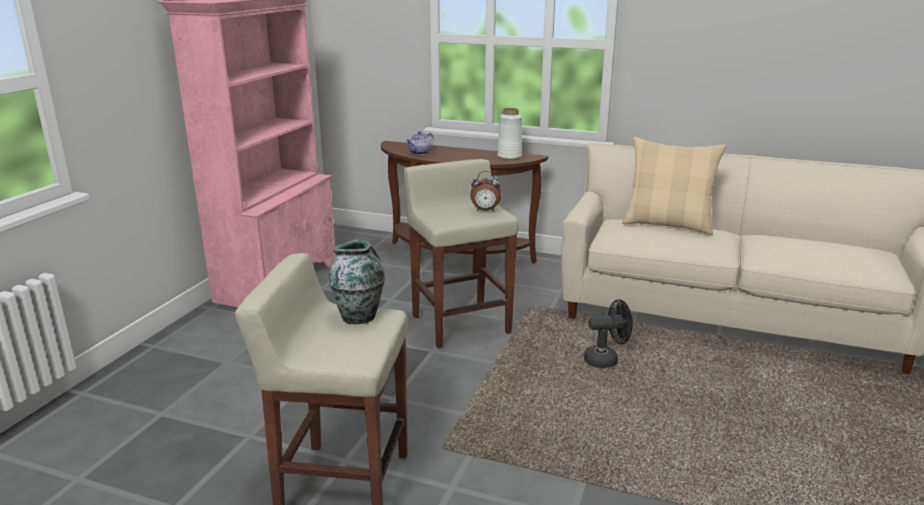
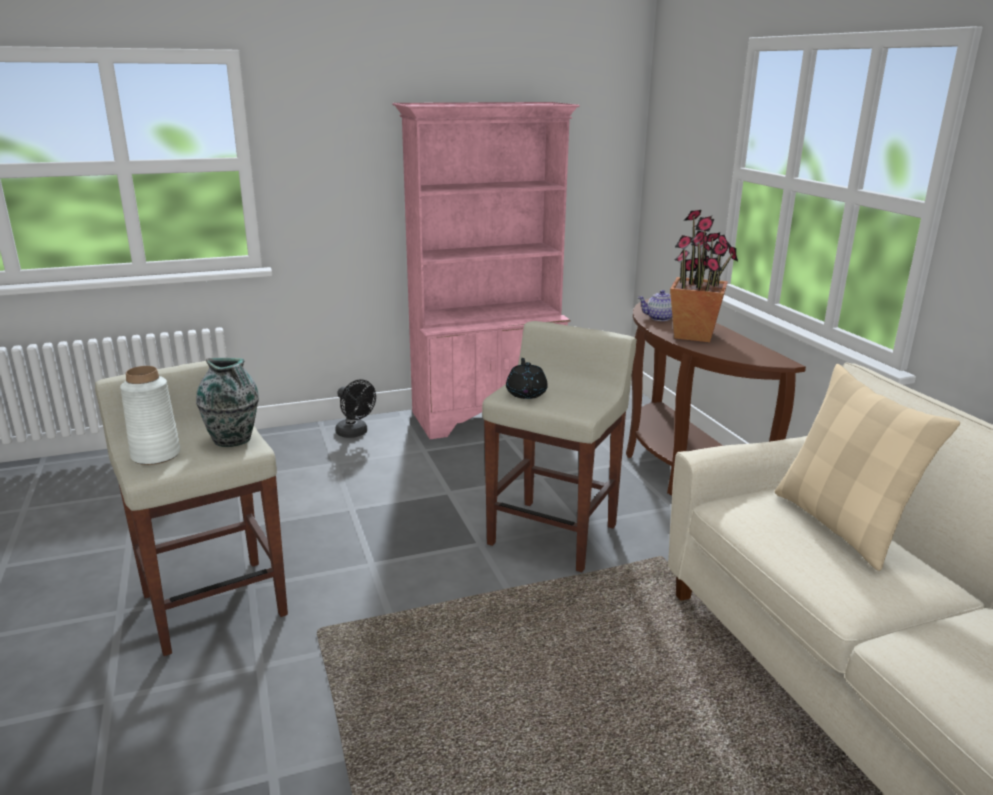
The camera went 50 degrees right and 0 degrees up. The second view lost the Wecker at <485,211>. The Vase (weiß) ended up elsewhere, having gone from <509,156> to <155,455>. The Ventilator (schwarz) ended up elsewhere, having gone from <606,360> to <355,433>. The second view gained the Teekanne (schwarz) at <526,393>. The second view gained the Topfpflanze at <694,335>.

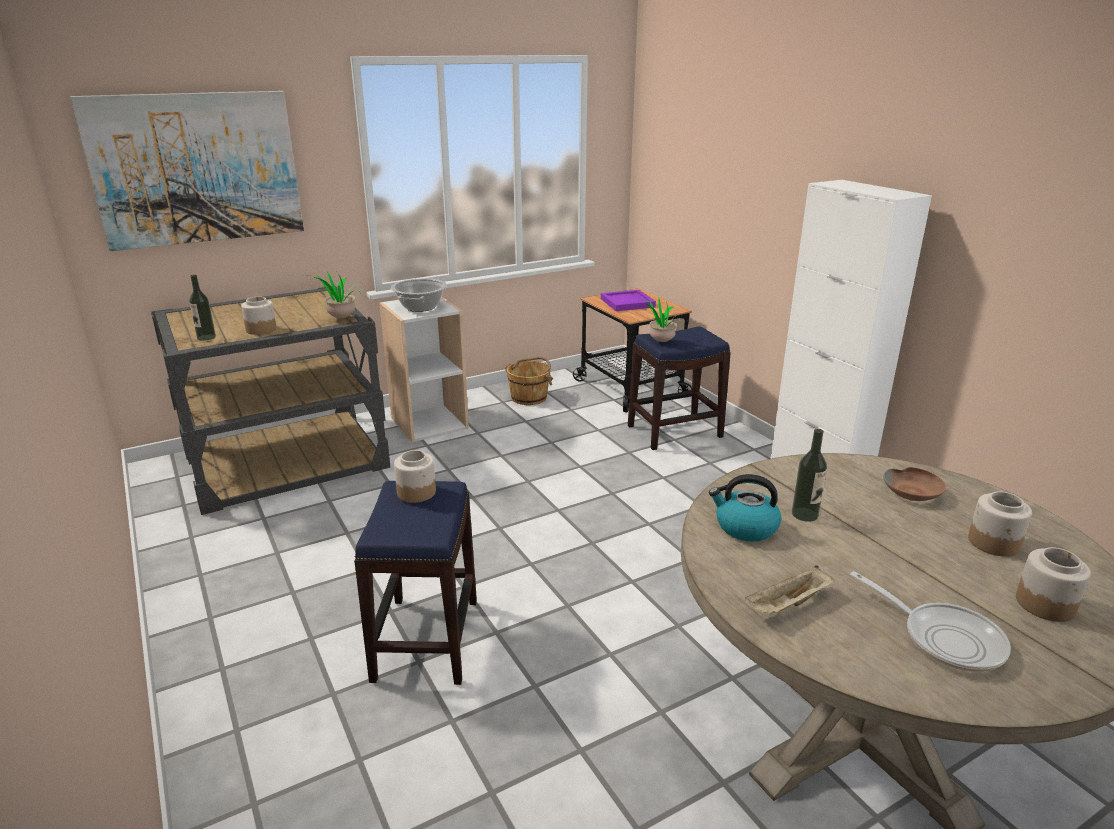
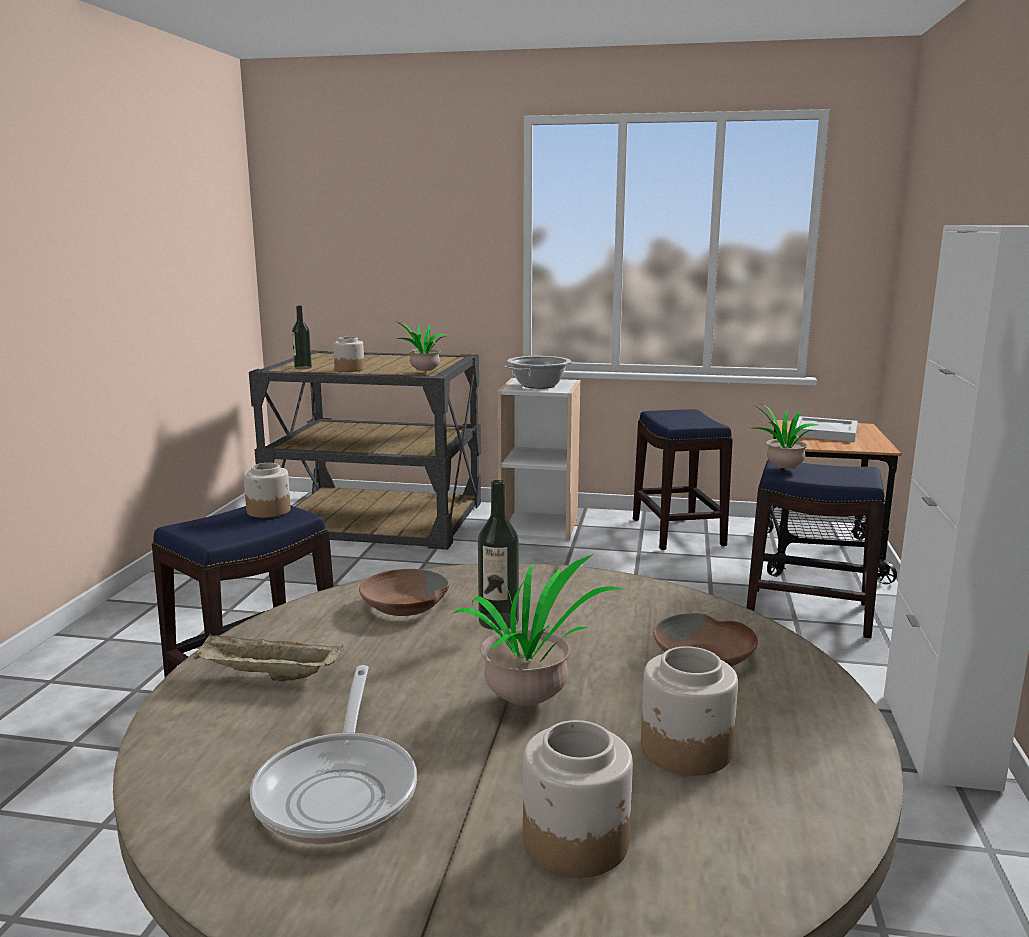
The camera went 40 degrees right and 10 degrees down. The second view lost the Bild at <197,169>. Where the Eimer (braun) stood at <529,397>, the Hocker came to stand at <678,532>. What was the Tablett (lila) at <628,302> turned into the Tablett (weiß) at <825,432>. Where the Wasserkessel stood at <745,527>, the Schüssel (braun) came to stand at <403,605>. The second view gained the Topfpflanze at <533,702>.

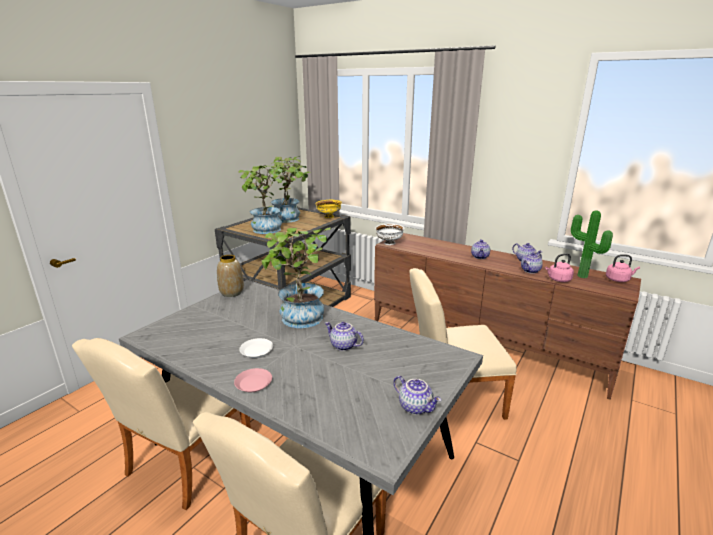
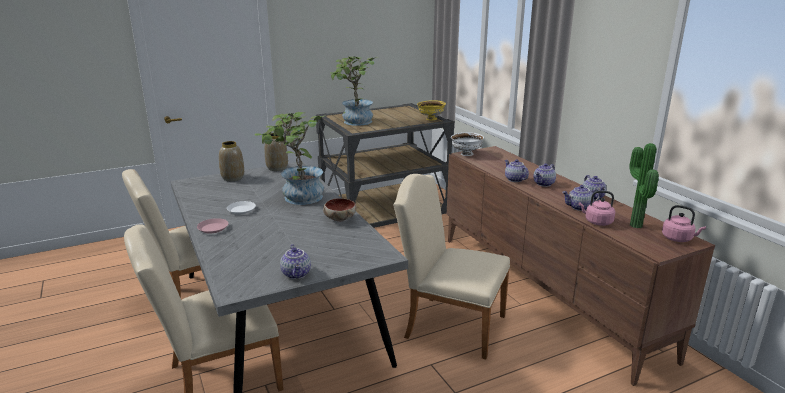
The camera went 30 degrees right and 0 degrees up. The second view lost the Topfpflanze at <290,219>. The Teekanne ended up elsewhere, having gone from <343,346> to <514,179>. The second view gained the Vase at <232,178>. The second view gained the Schüssel at <339,218>.

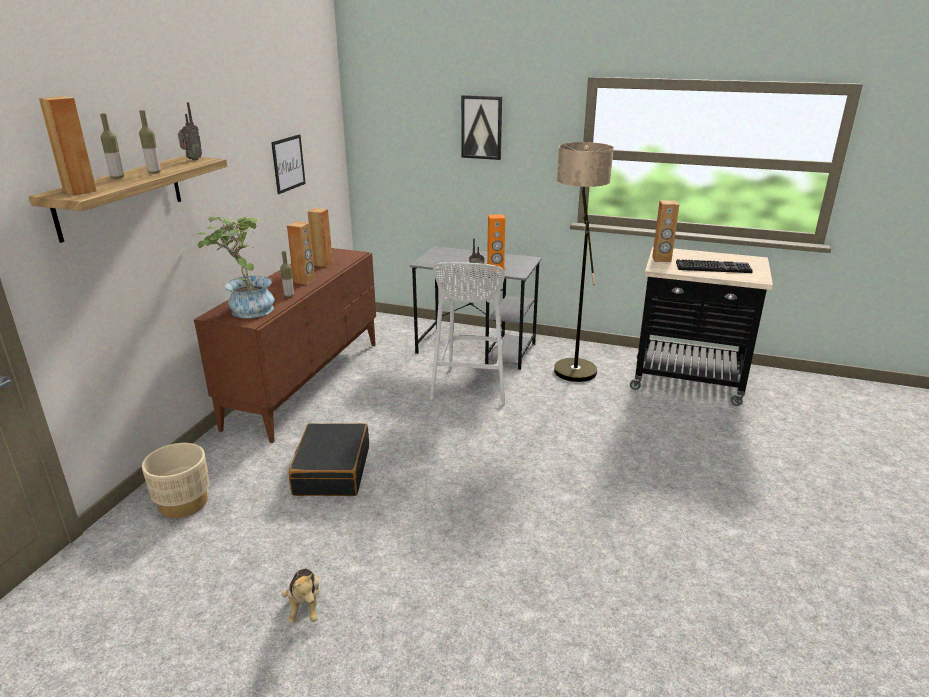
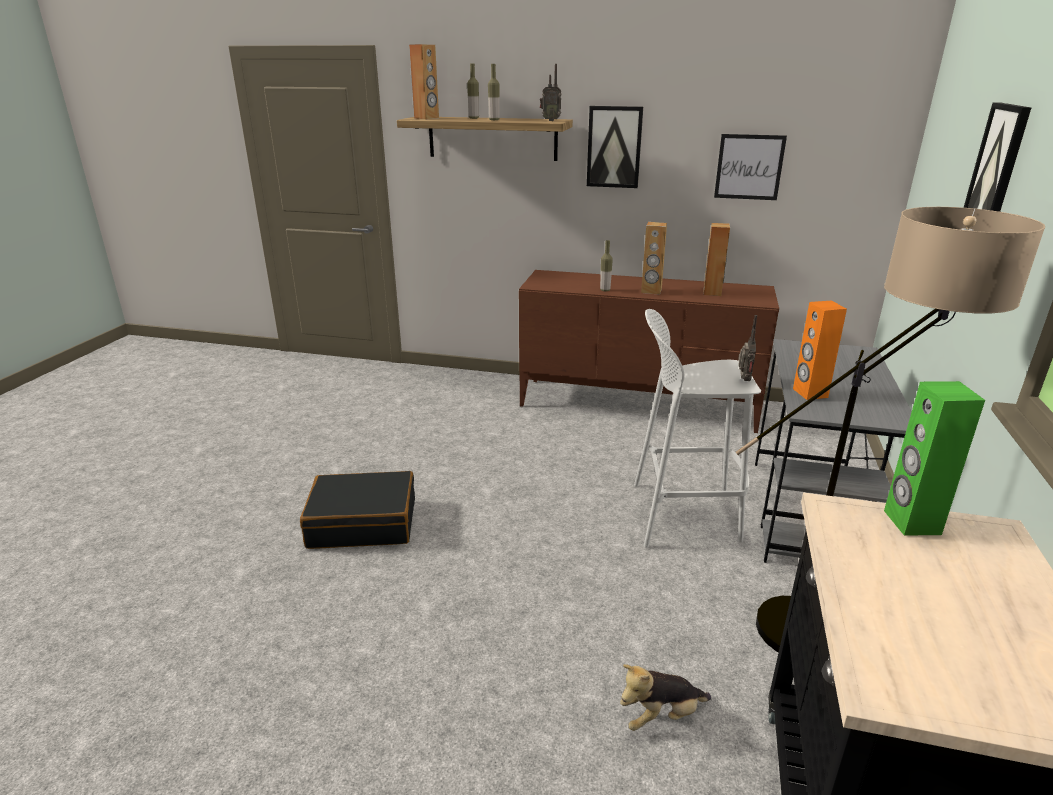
The camera went 85 degrees right and 0 degrees up. The second view lost the Pflanzkübel (beige) at <183,503>. The second view lost the Topfpflanze at <245,310>. The Plüschtier ended up elsewhere, having gone from <305,606> to <660,716>. The Koffer (schwarz) ended up elsewhere, having gone from <331,470> to <363,523>. What was the Lautsprecher (braun) at <661,259> turned into the Lautsprecher (grün) at <911,522>. The second view lost the Tastatur at <713,267>. The second view gained the Bild at <614,147>.

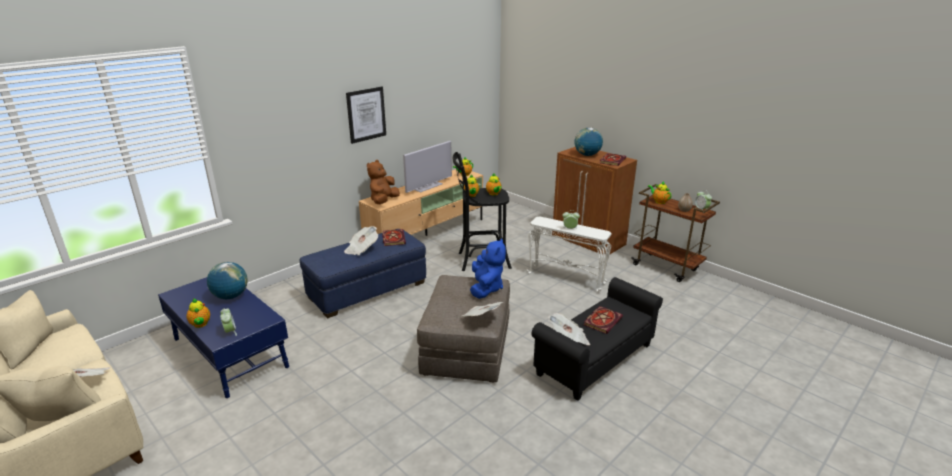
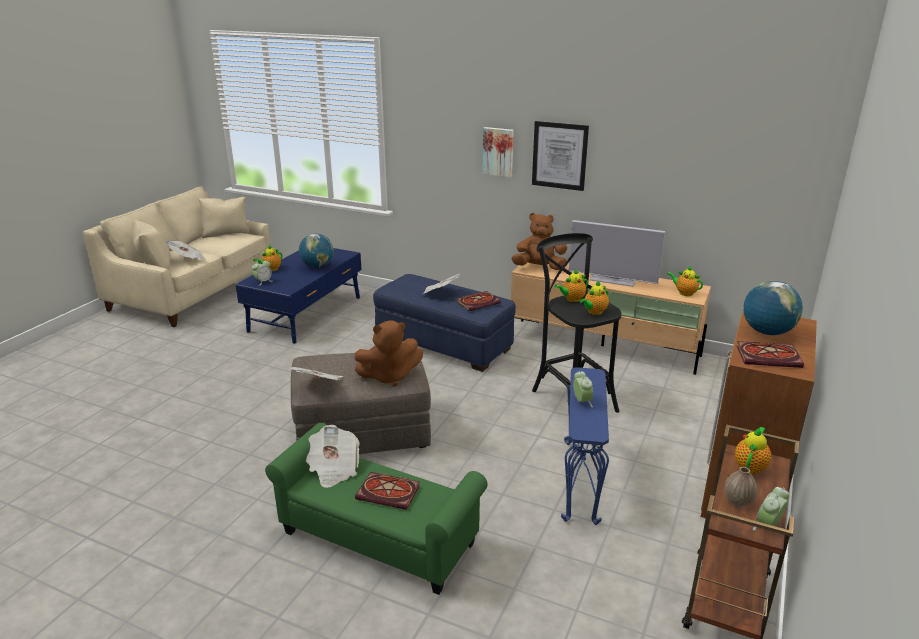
The camera went 70 degrees right and 0 degrees up. What was the Plüschtier (blau) at <486,288> turned into the Plüschtier (braun) at <389,376>. What was the Beistelltisch (weiß) at <565,279> turned into the Beistelltisch (blau) at <580,481>. What was the Polsterhocker (schwarz) at <594,359> turned into the Polsterhocker (grün) at <379,538>. The second view gained the Bild at <498,151>.

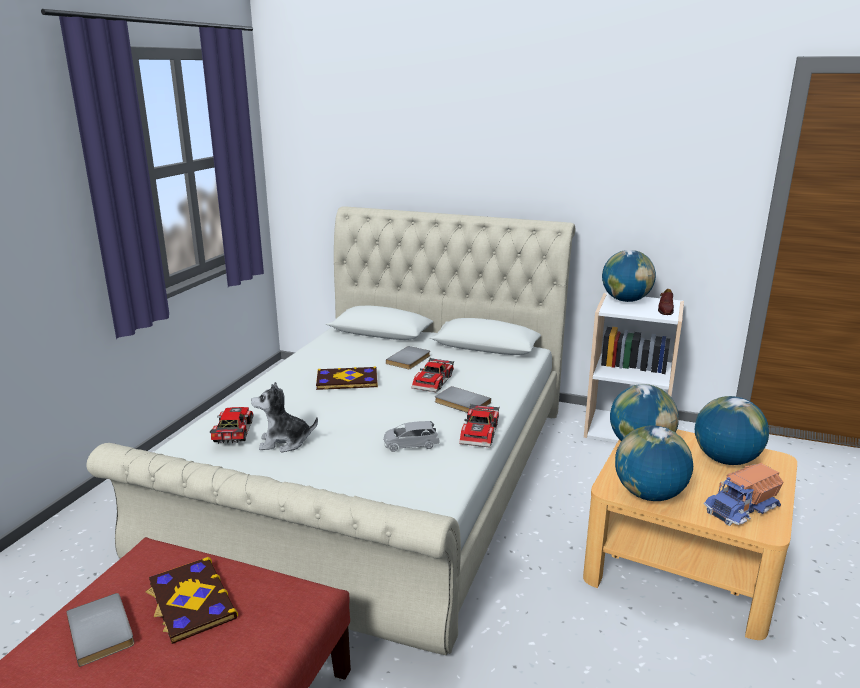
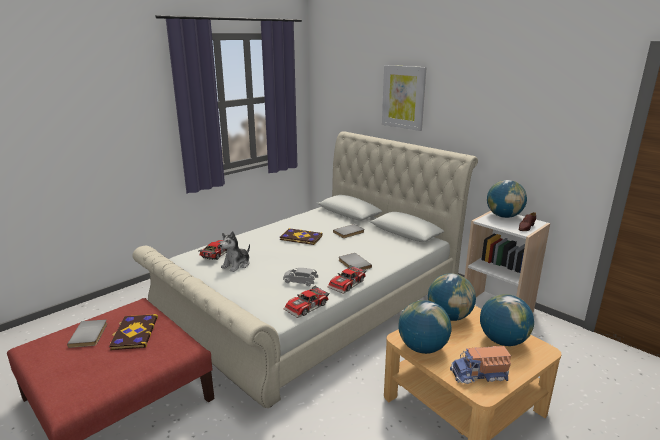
The camera went 25 degrees right and 0 degrees up. The Plüschtier at <284,442> ended up facing another way, 75 degrees counterclockwise from before. The Spielzeugauto ended up elsewhere, having gone from <434,381> to <307,307>. The second view gained the Bild at <403,97>.

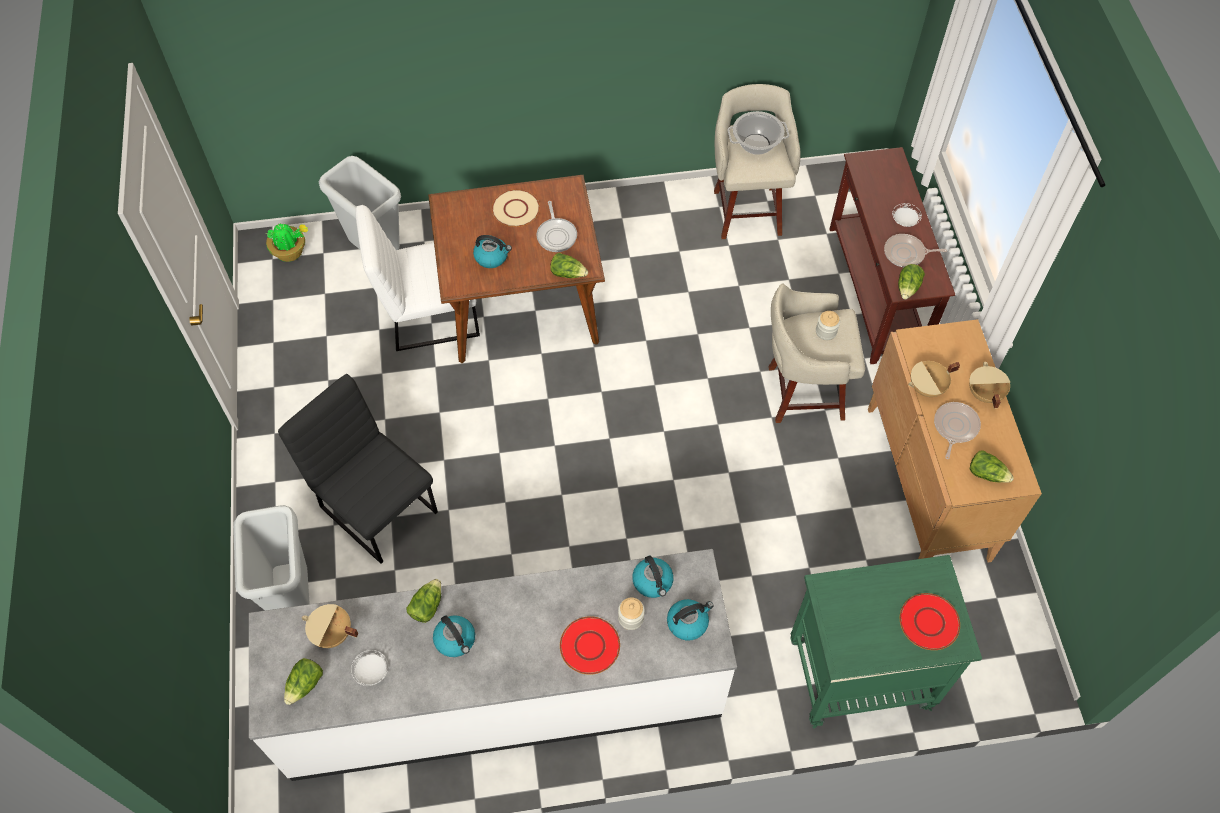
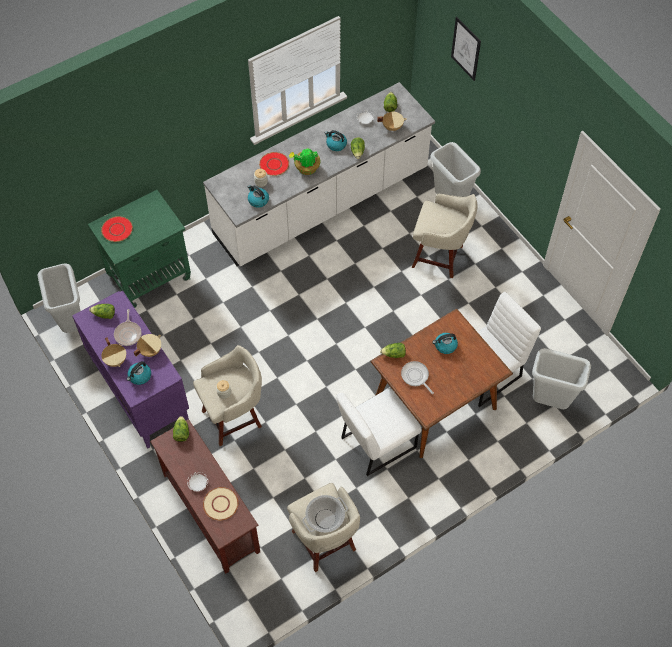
The camera went 155 degrees right and 0 degrees up. The Topfpflanze ended up elsewhere, having gone from <291,252> to <306,169>. Where the Stuhl (schwarz) stood at <376,506>, the Hocker (beige) came to stand at <440,258>. The Teller (beige) ended up elsewhere, having gone from <516,209> to <220,504>. The Wasserkessel ended up elsewhere, having gone from <688,622> to <139,376>. What was the Schrank (braun) at <927,483> turned into the Schrank (lila) at <140,391>. The second view lost the Pfanne at <906,254>. The second view gained the Mülleimer (grau) at <73,323>. The second view gained the Stuhl (weiß) at <376,443>. The second view gained the Bild at <466,48>.

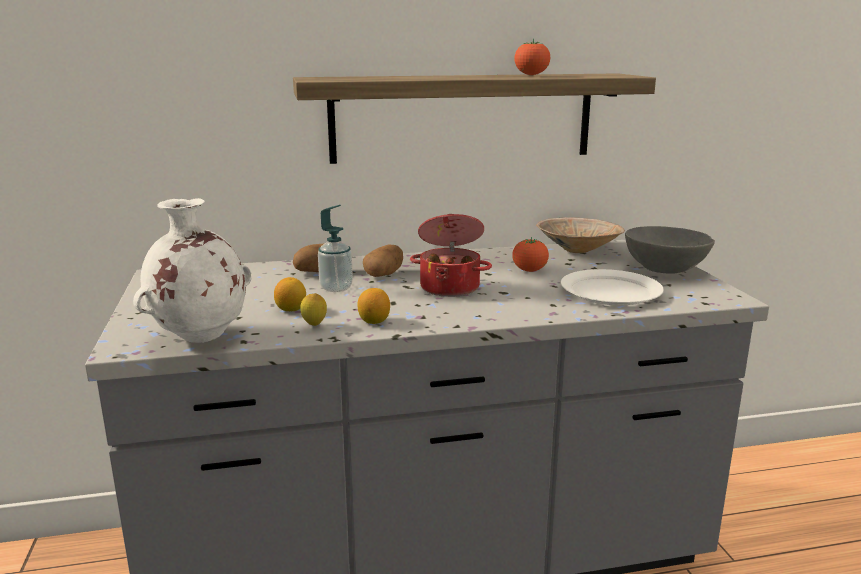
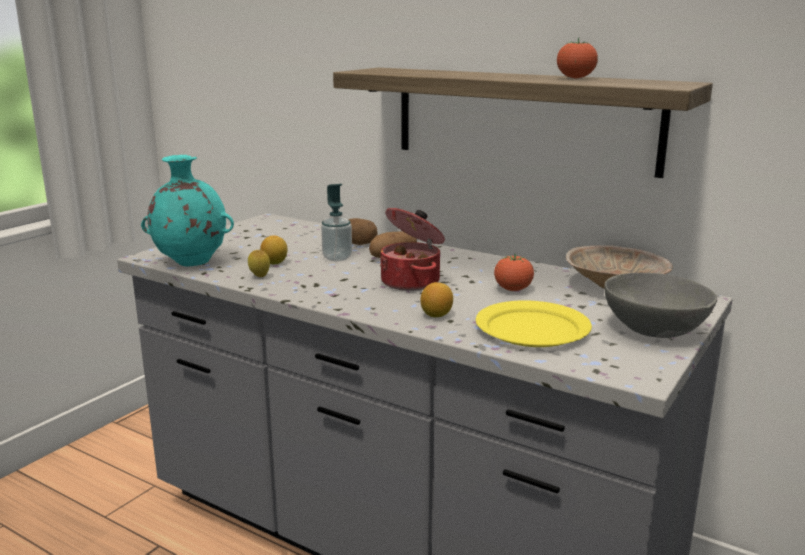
The camera went 45 degrees right and 0 degrees up. What was the Vase (weiß) at <200,337> turned into the Vase (türkis) at <191,263>. The Zitrone ended up elsewhere, having gone from <374,321> to <436,315>. What was the Teller (weiß) at <609,291> turned into the Teller (gelb) at <532,328>.

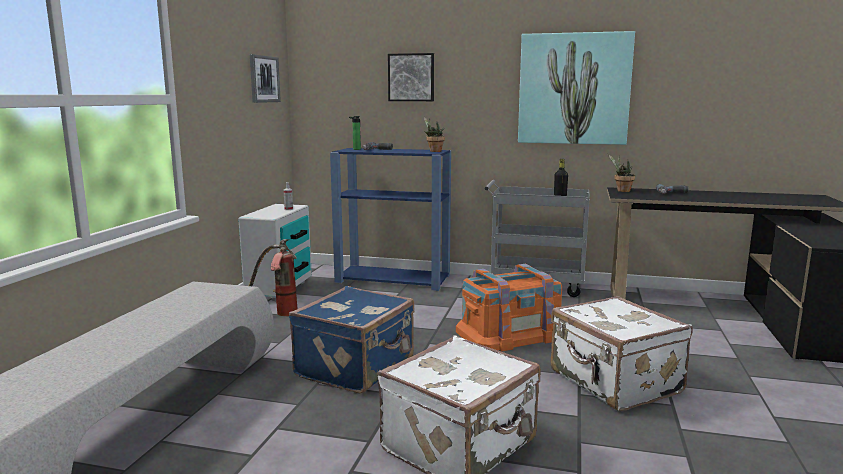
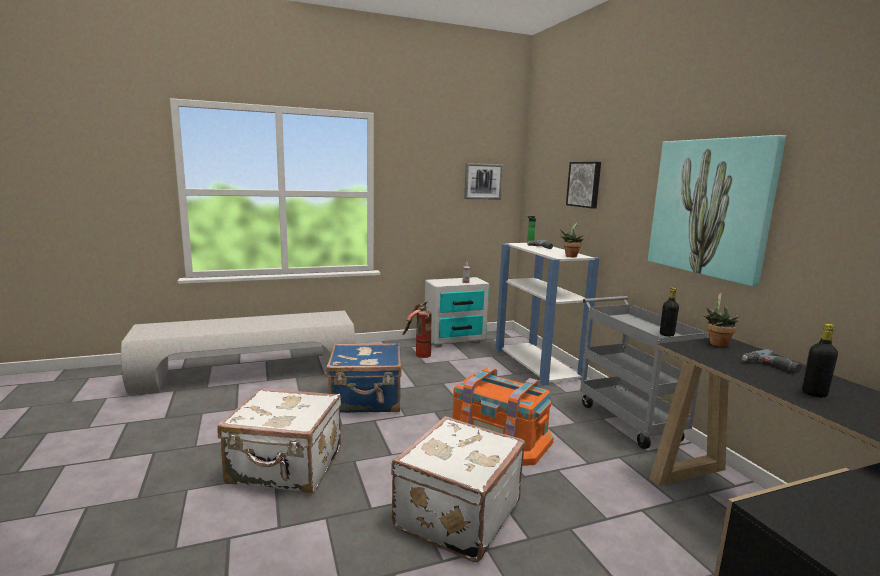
The camera went 55 degrees right and 0 degrees up. What was the Bücherregal (blau) at <393,279> turned into the Bücherregal (weiß) at <537,364>. The second view gained the Flasche (schwarz) at <814,393>.

